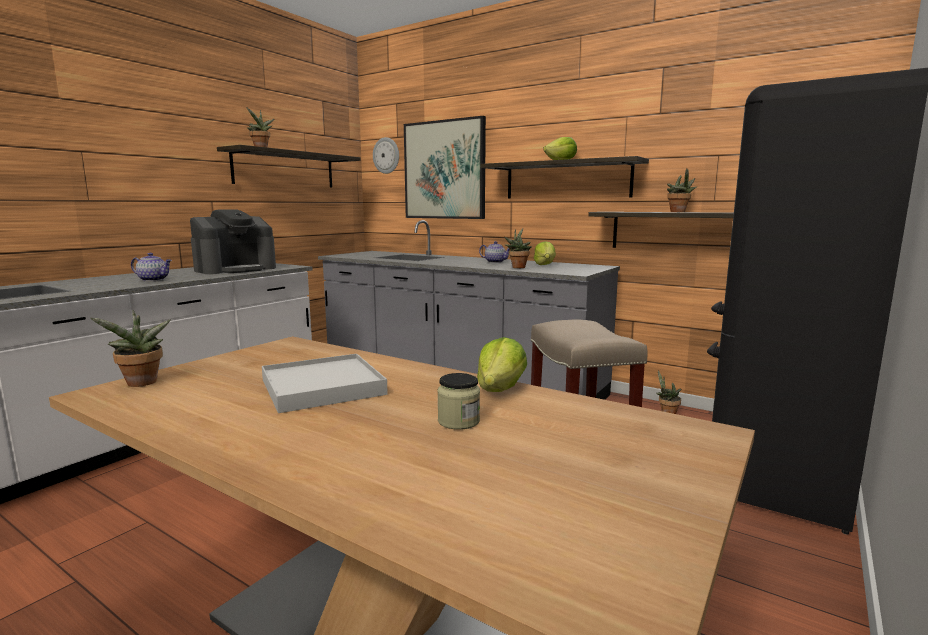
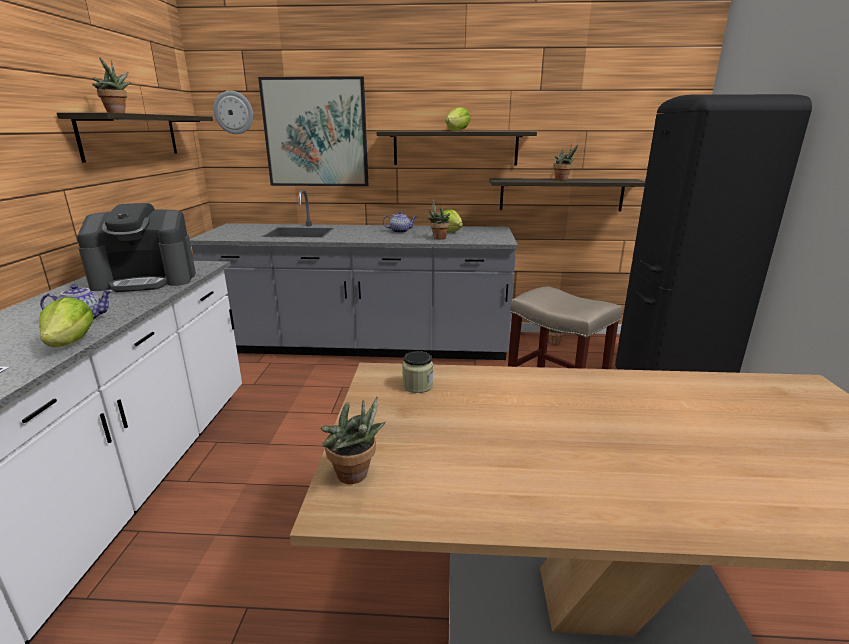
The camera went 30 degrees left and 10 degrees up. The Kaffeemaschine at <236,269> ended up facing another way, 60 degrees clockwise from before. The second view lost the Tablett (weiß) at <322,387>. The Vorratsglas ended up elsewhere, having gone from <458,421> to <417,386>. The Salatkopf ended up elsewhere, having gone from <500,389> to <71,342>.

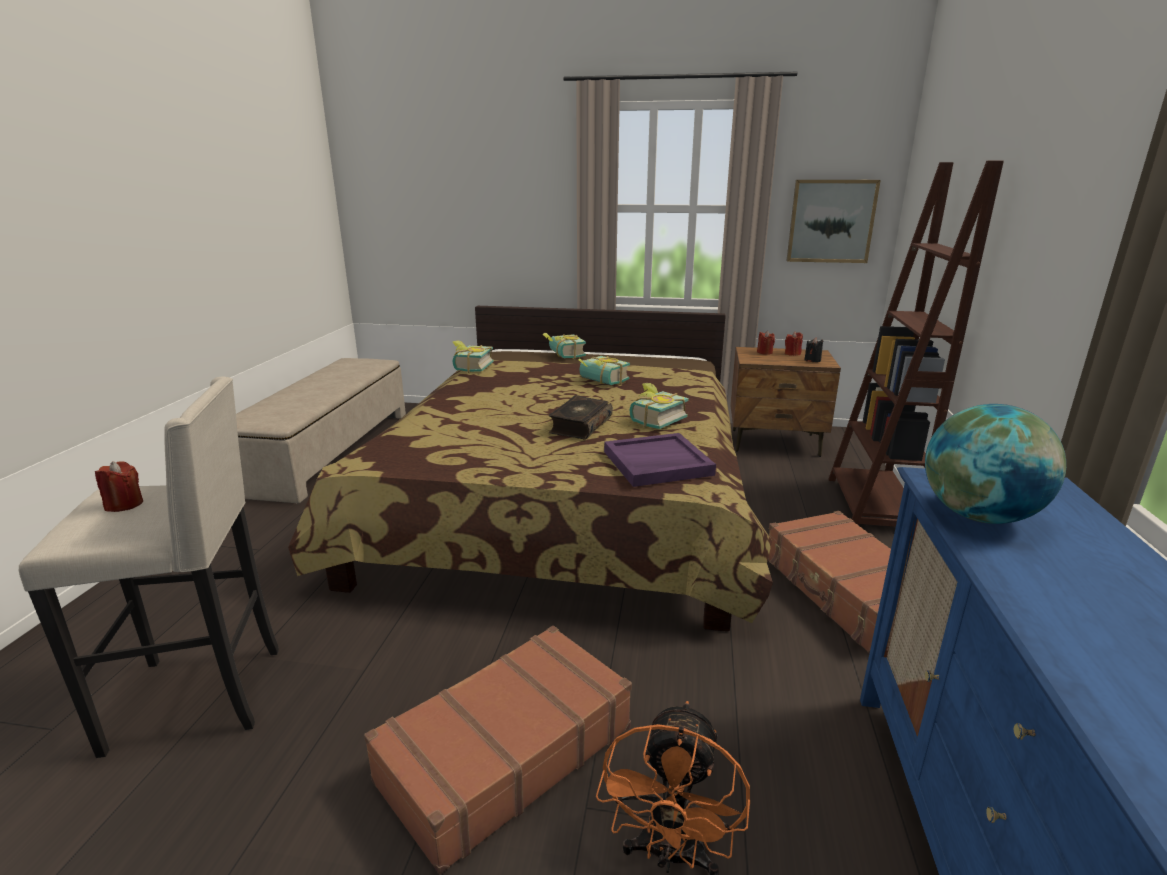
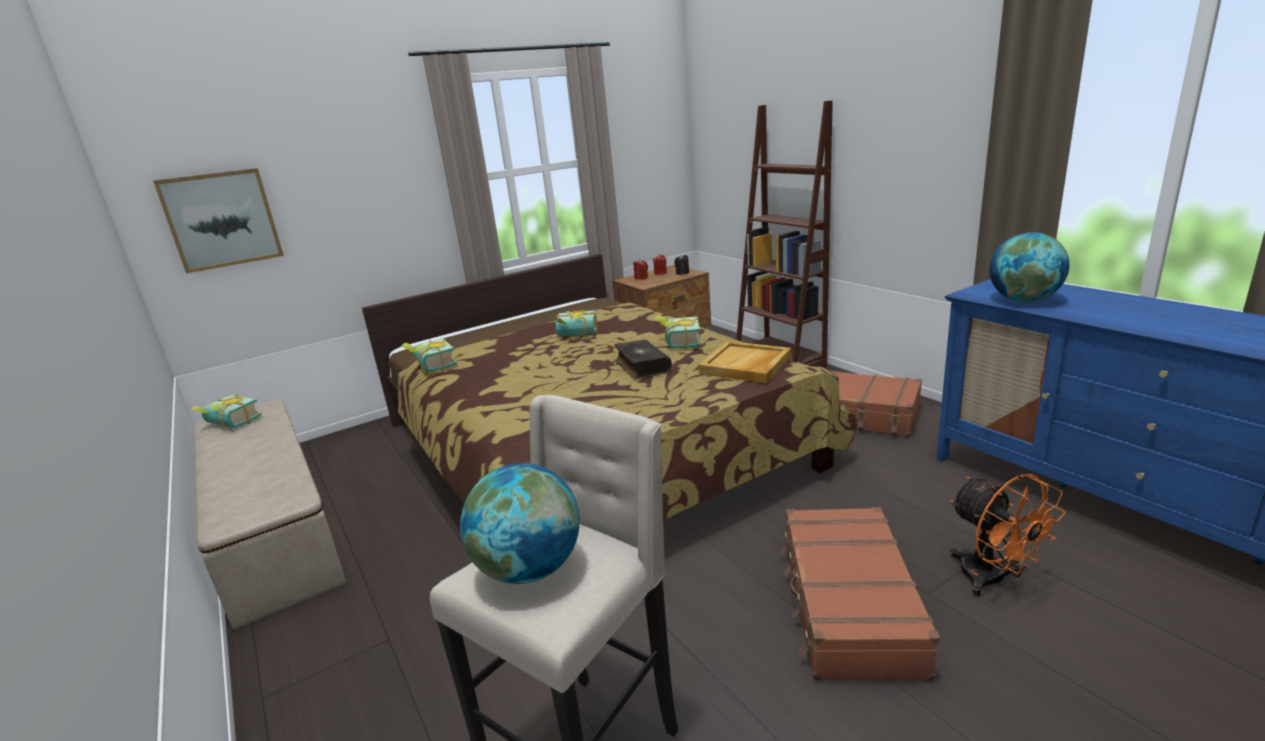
The camera went 40 degrees left and 0 degrees up. Where the Kerze (rot) stood at <124,504>, the Globus came to stand at <530,569>. The Buch ended up elsewhere, having gone from <563,355> to <230,424>. What was the Tablett (lila) at <657,463> turned into the Tablett (beige) at <746,365>. The Bild ended up elsewhere, having gone from <831,221> to <221,219>.

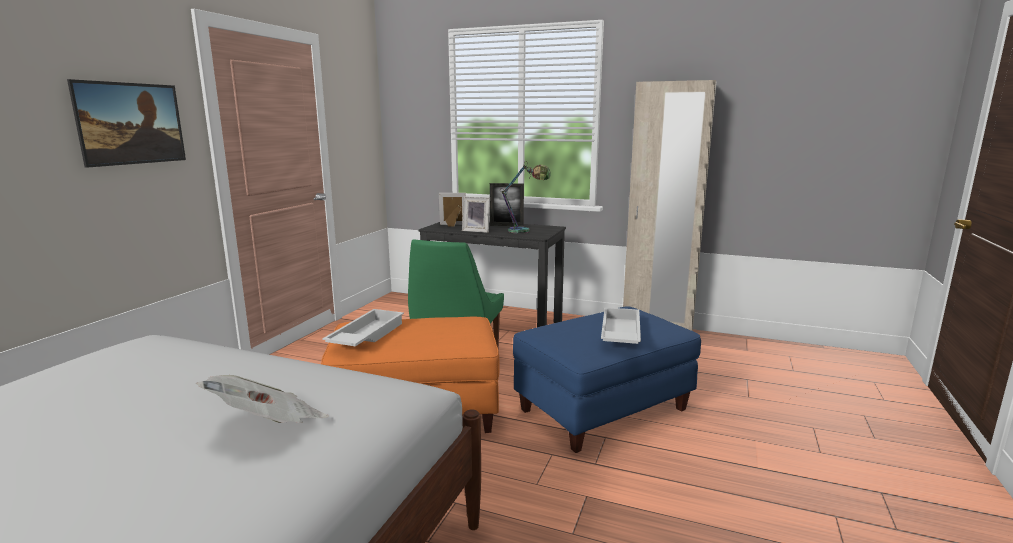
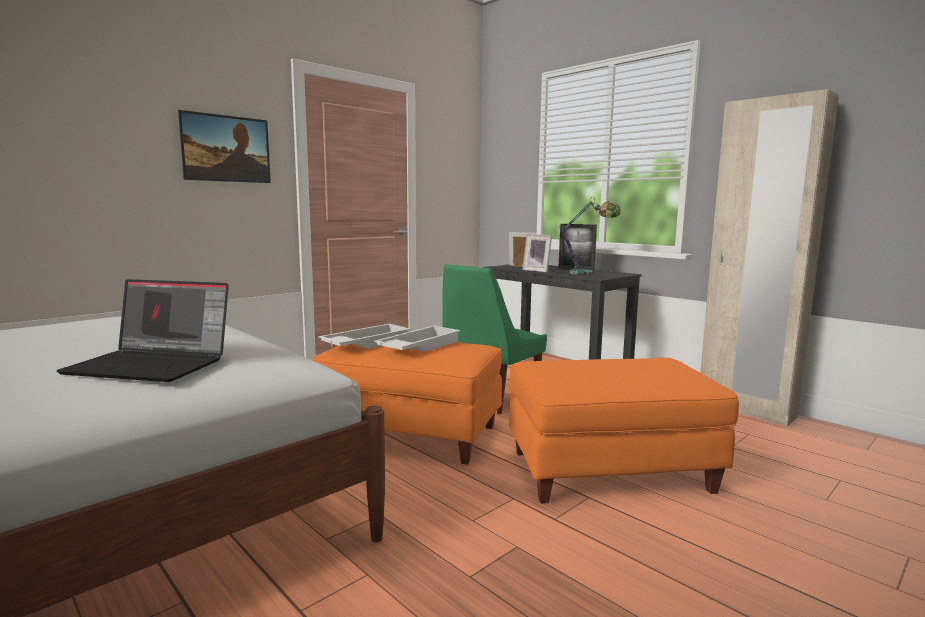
The camera went 25 degrees right and 5 degrees down. Where the Zeitung stood at <270,426>, the Laptop came to stand at <154,364>. What was the Polsterhocker (blau) at <604,410> turned into the Polsterhocker (orange) at <609,472>. The Tablett (weiß) ended up elsewhere, having gone from <619,333> to <419,346>.

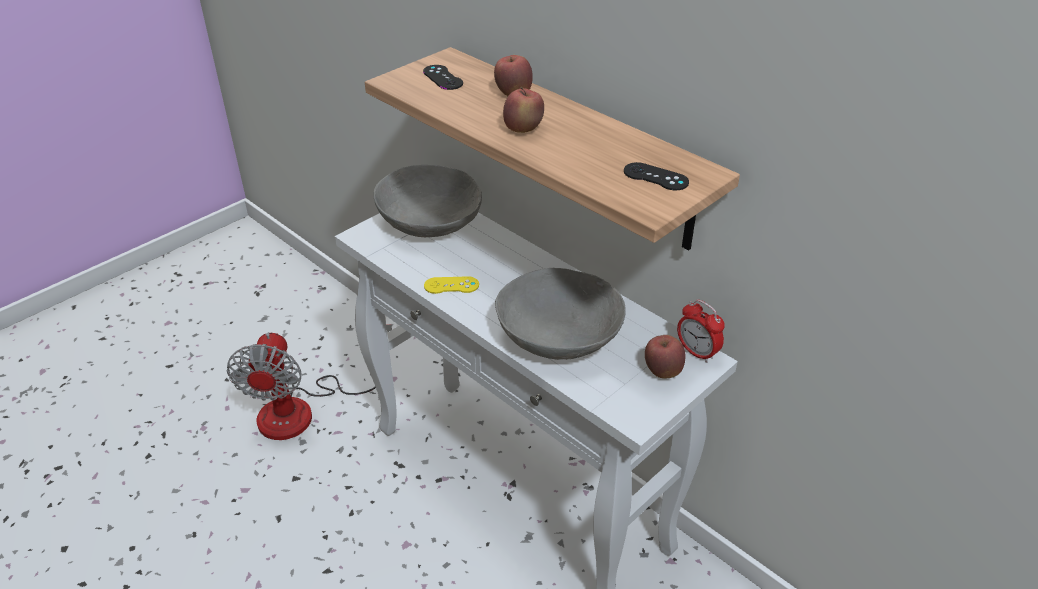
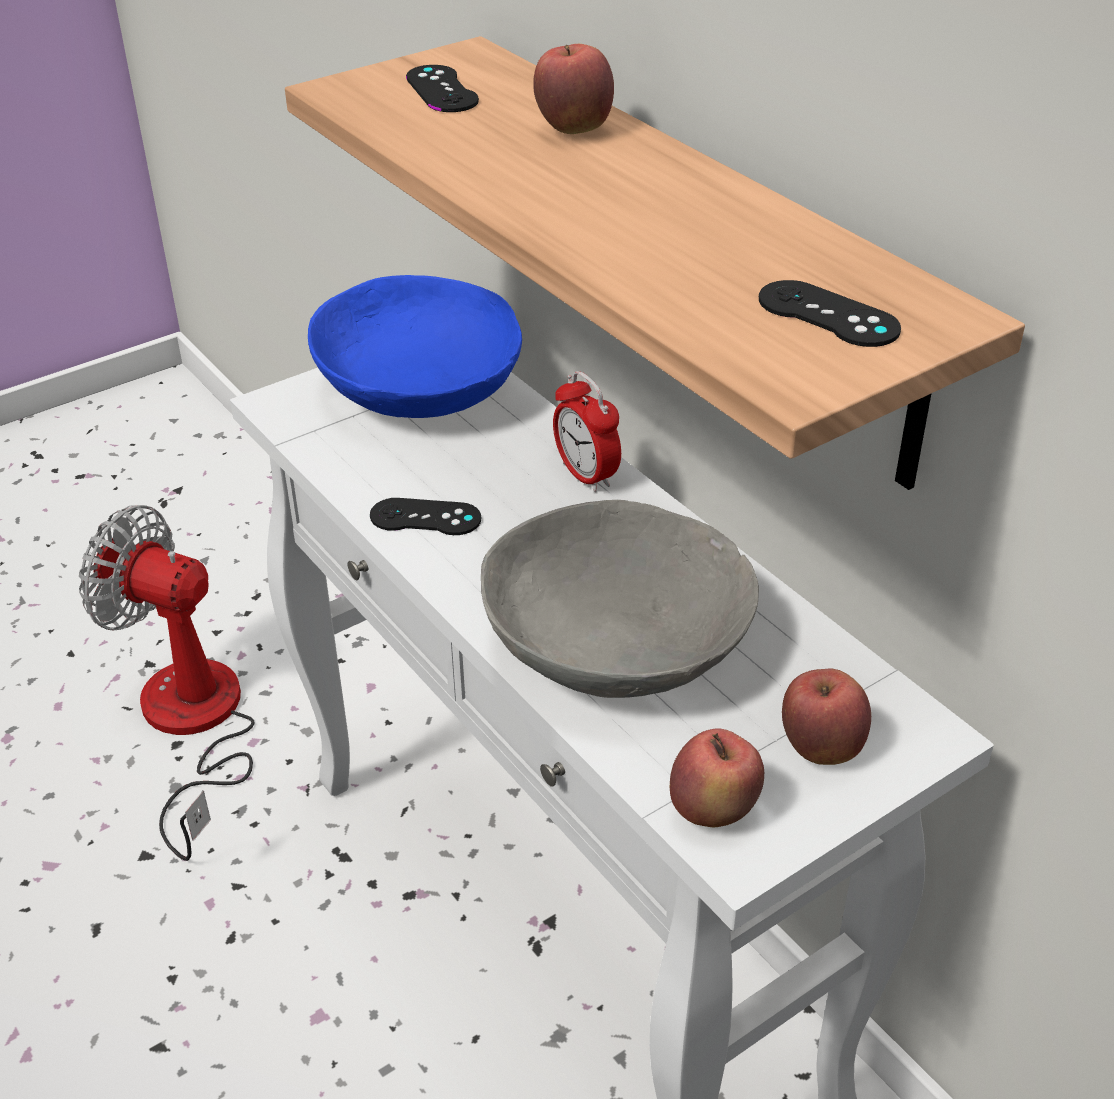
The camera went 10 degrees right and 0 degrees up. The Ventilator at <304,410> ended up facing another way, 105 degrees clockwise from before. What was the Schüssel (grau) at <429,222> turned into the Schüssel (blau) at <419,388>. What was the Gamepad (gelb) at <451,285> turned into the Gamepad (schwarz) at <425,517>. The Apfel ended up elsewhere, having gone from <523,130> to <713,812>. The Wecker ended up elsewhere, having gone from <697,352> to <586,475>.

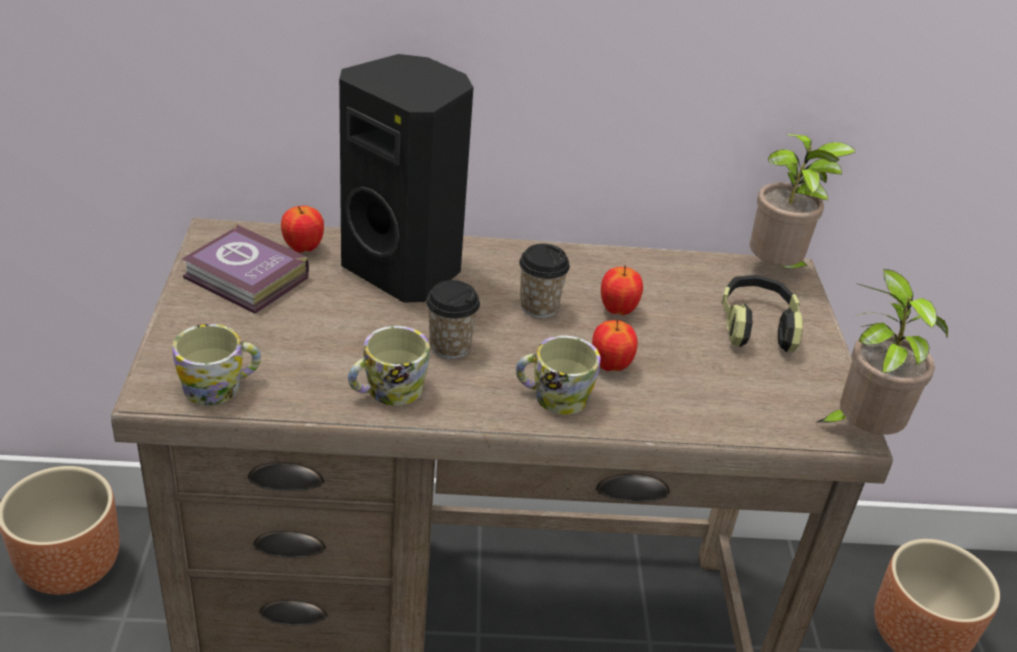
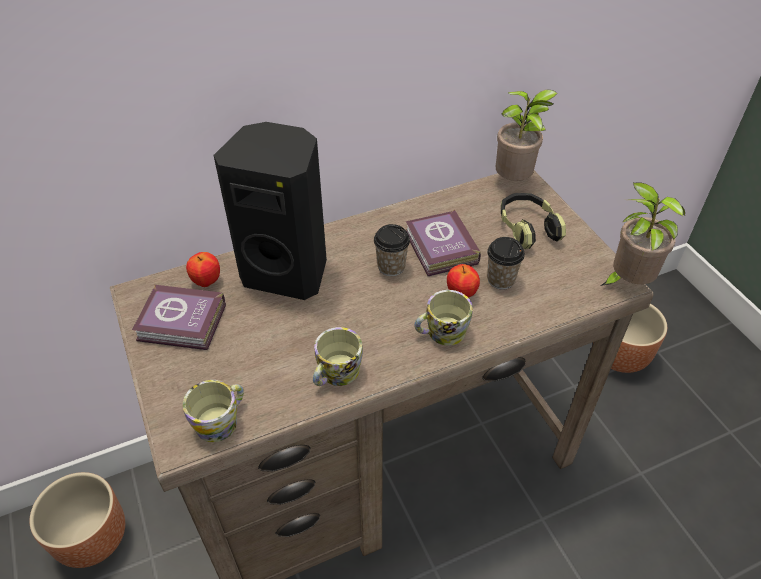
The camera went 20 degrees left and 10 degrees up. The Tasse ended up elsewhere, having gone from <450,346> to <500,280>. Where the Apfel stood at <617,310>, the Buch came to stand at <440,249>.

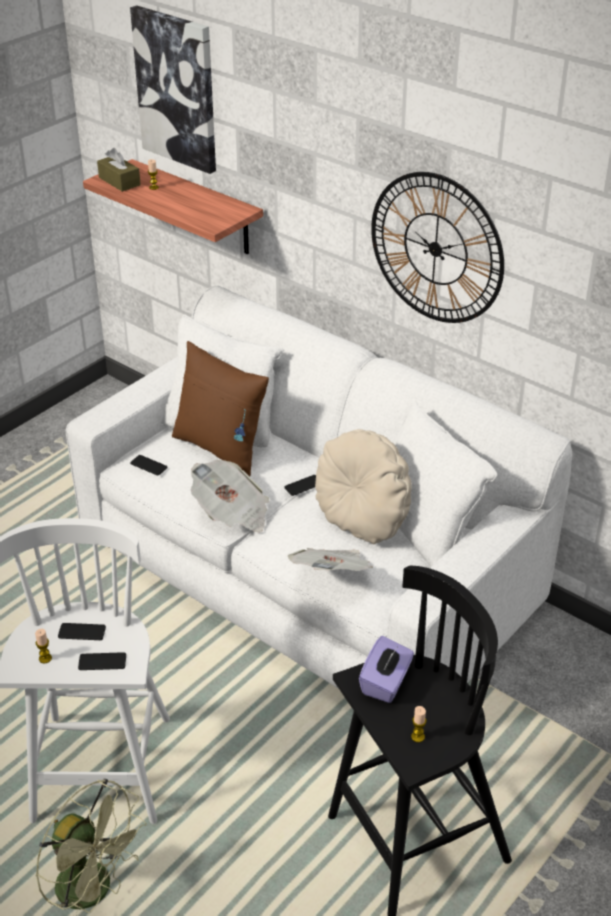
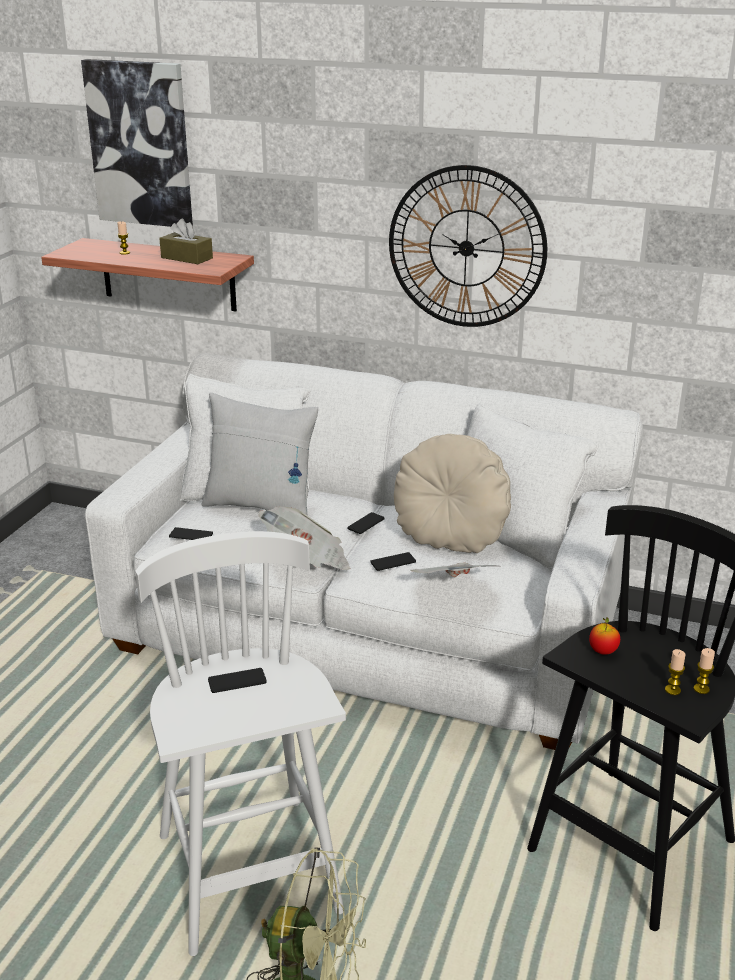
The camera went 20 degrees left and 10 degrees down. The Kerze ended up elsewhere, having gone from <45,658> to <701,689>. The Handy ended up elsewhere, having gone from <102,662> to <393,562>. The Taschentuchbox (braun) ended up elsewhere, having gone from <119,181> to <187,258>. What was the Kissen (braun) at <220,449> turned into the Kissen (grau) at <260,508>. Where the Taschentuchbox (lila) stood at <386,683>, the Apfel came to stand at <603,651>.

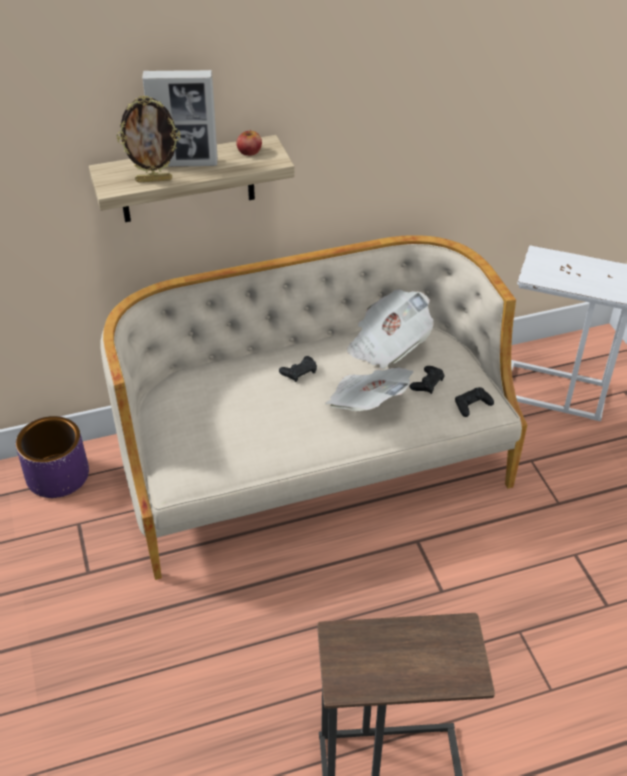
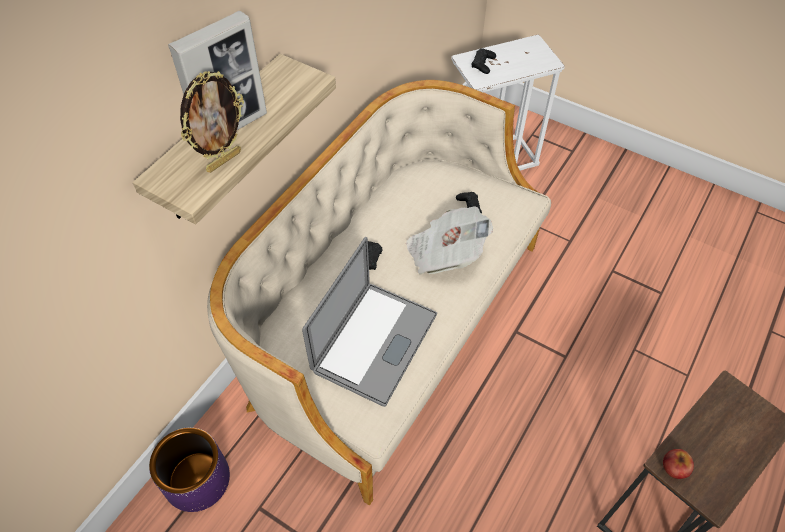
The camera went 40 degrees left and 10 degrees up. The Apfel ended up elsewhere, having gone from <249,151> to <674,467>. The second view lost the Zeitung at <387,345>. The Gamepad (schwarz) ended up elsewhere, having gone from <472,405> to <483,64>. The second view gained the Laptop at <375,342>.

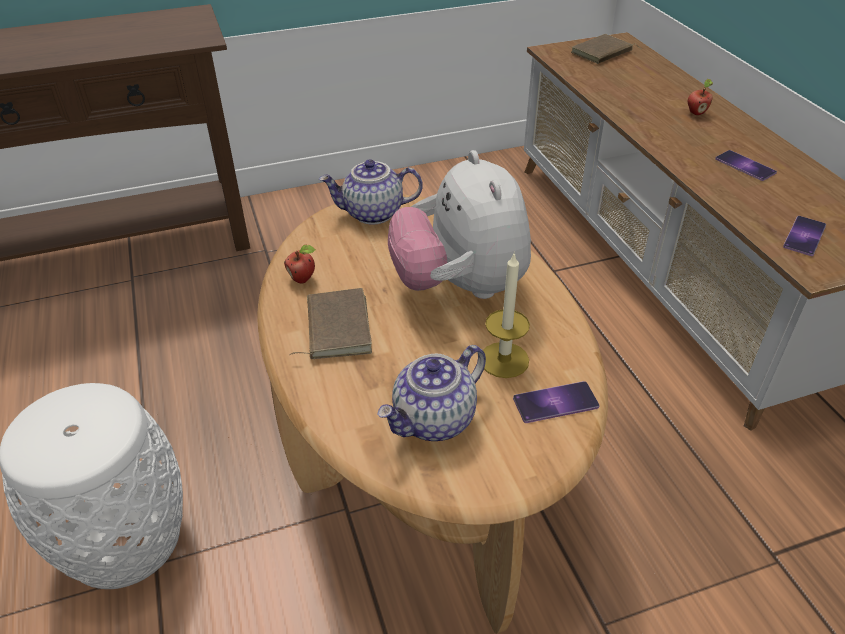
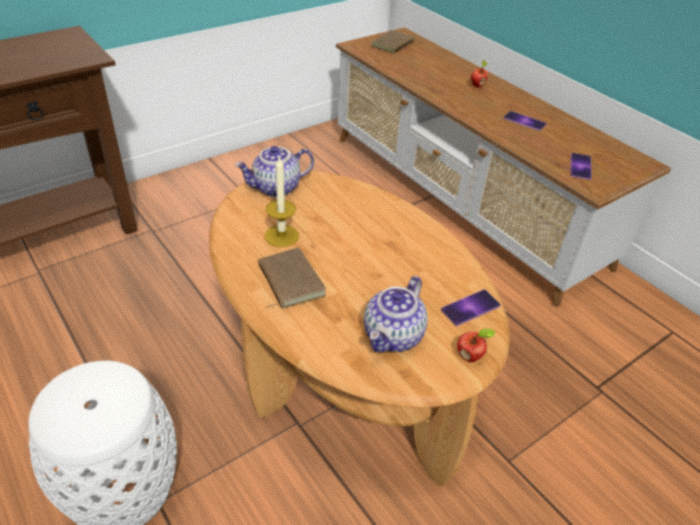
The camera went 20 degrees left and 0 degrees up. The Apfel ended up elsewhere, having gone from <303,279> to <470,356>. The second view lost the Plüschtier at <460,286>. The Kerze ended up elsewhere, having gone from <504,360> to <281,236>.

